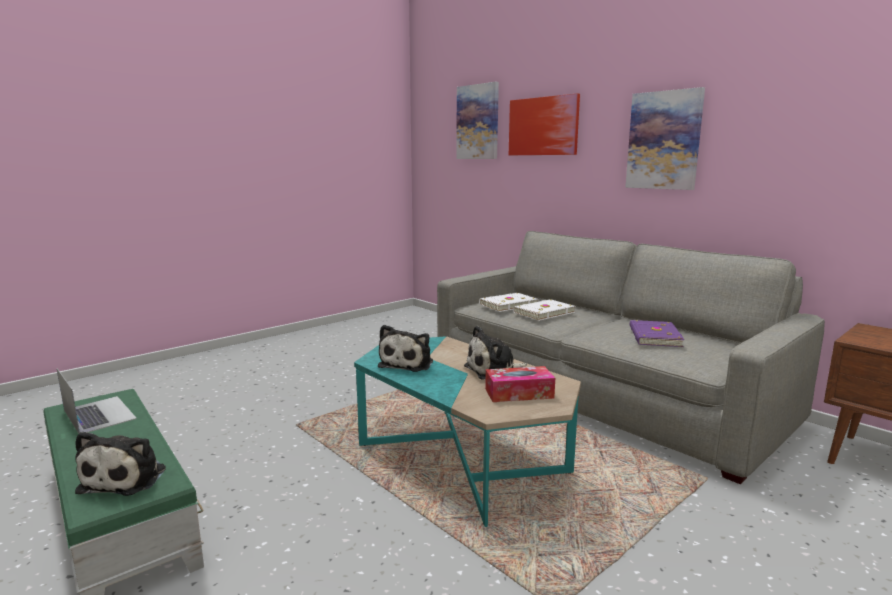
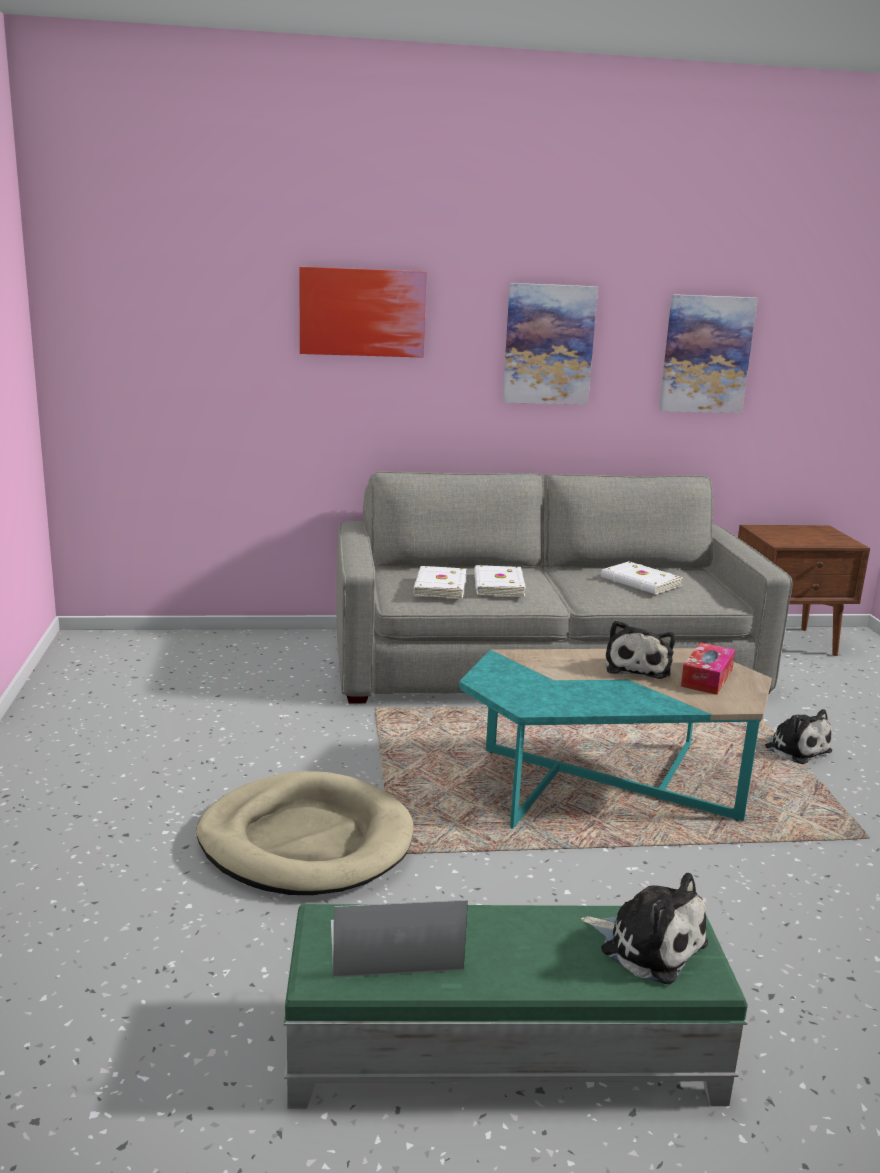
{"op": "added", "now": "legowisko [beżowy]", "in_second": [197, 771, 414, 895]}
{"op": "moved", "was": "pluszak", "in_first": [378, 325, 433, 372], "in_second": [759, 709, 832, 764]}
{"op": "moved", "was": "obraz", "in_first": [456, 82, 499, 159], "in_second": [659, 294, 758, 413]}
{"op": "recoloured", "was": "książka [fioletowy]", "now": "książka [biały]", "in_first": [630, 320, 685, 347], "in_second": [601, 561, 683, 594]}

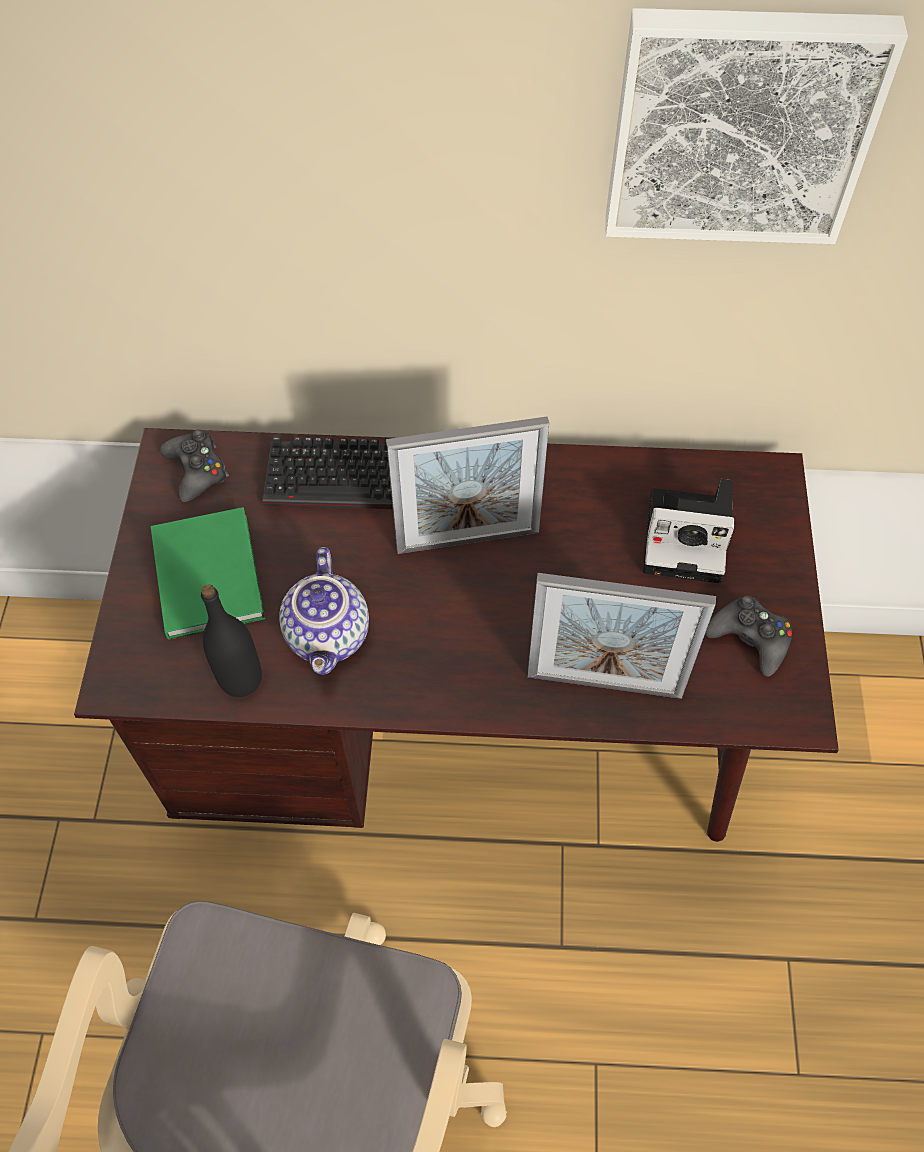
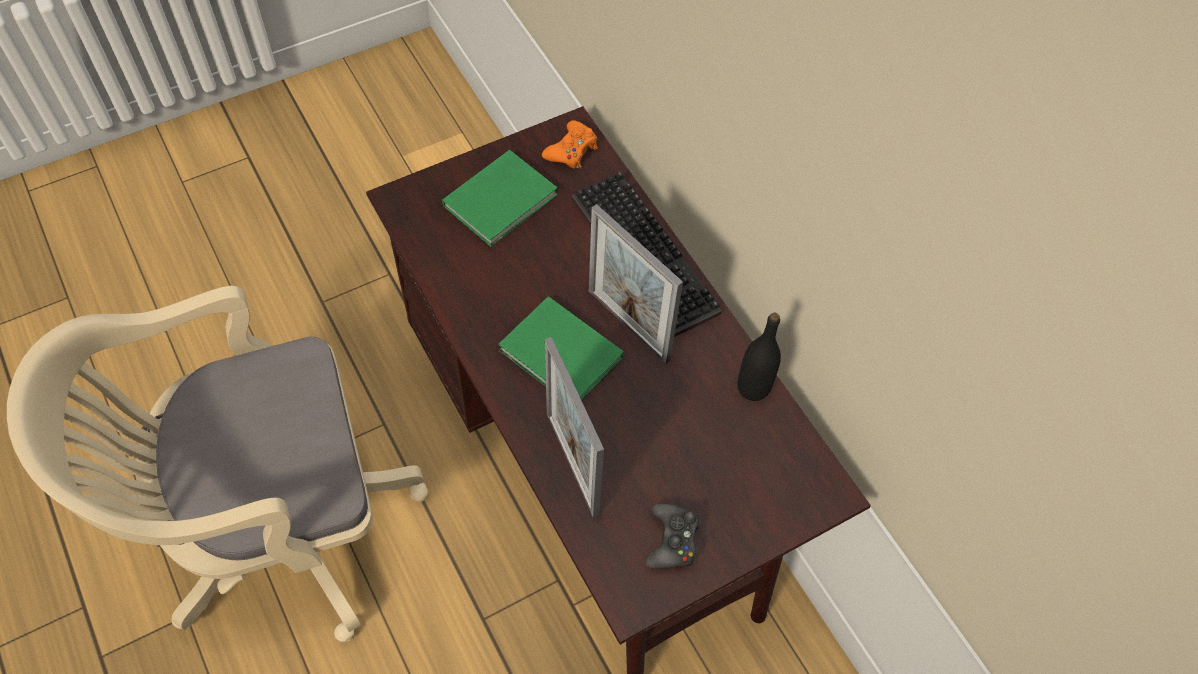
{"op": "removed", "was": "imbryk", "in_first": [279, 547, 369, 675]}
{"op": "removed", "was": "obraz", "in_first": [605, 8, 908, 244]}
{"op": "removed", "was": "aparat fotograficzny", "in_first": [643, 479, 734, 583]}
{"op": "added", "now": "książka [zielony]", "in_second": [498, 296, 624, 401]}
{"op": "moved", "was": "butelka [czarny]", "in_first": [201, 584, 262, 697], "in_second": [738, 312, 781, 401]}
{"op": "recoloured", "was": "pad do gier [czarny]", "now": "pad do gier [pomarańczowy]", "in_first": [160, 429, 229, 502], "in_second": [542, 120, 598, 169]}

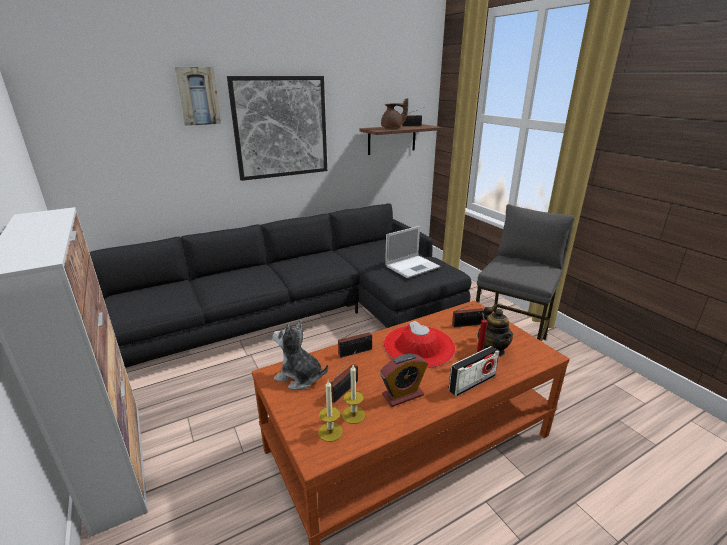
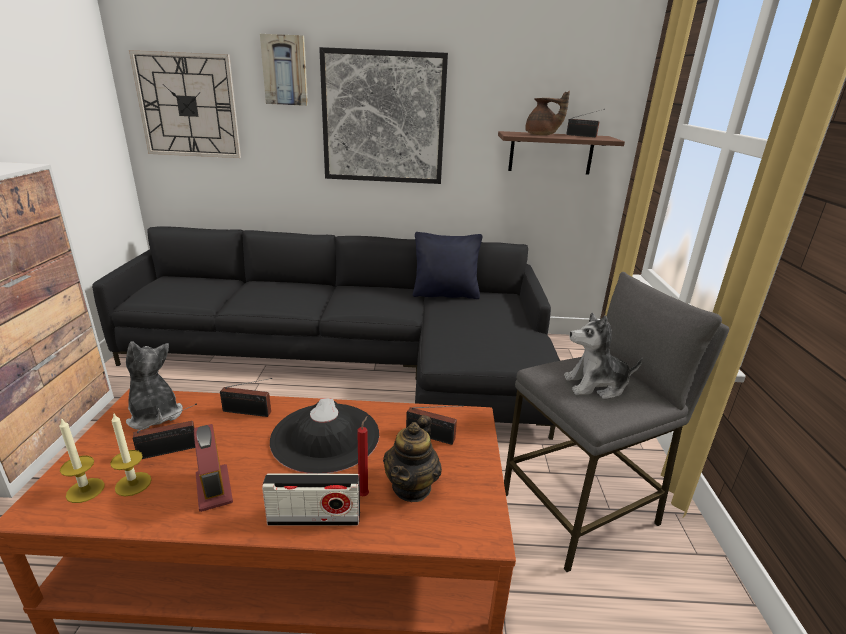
{"op": "removed", "was": "laptop", "in_first": [385, 226, 440, 278]}
{"op": "added", "now": "zegar ścienny", "in_second": [129, 50, 241, 158]}
{"op": "added", "now": "poduszka [czarny]", "in_second": [413, 232, 482, 299]}
{"op": "added", "now": "pluszak", "in_second": [564, 313, 643, 399]}
{"op": "recoloured", "was": "kapelusz [czerwony]", "now": "kapelusz [czarny]", "in_first": [383, 321, 455, 368], "in_second": [270, 398, 379, 474]}
{"op": "turned", "was": "budzik", "in_first": [380, 354, 428, 407], "in_second": [194, 424, 233, 512], "clockwise": 60}

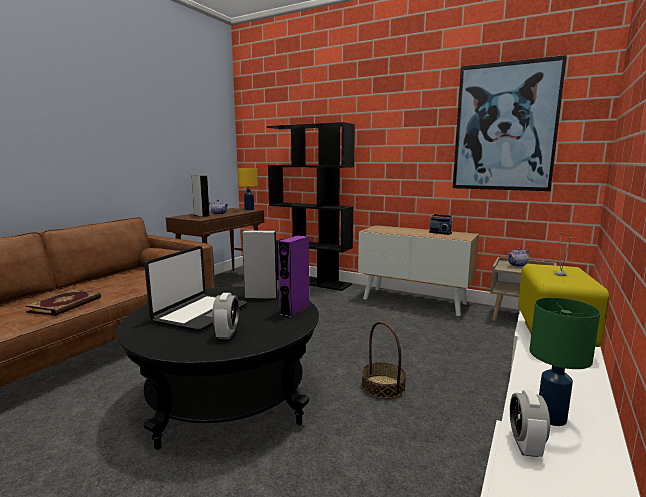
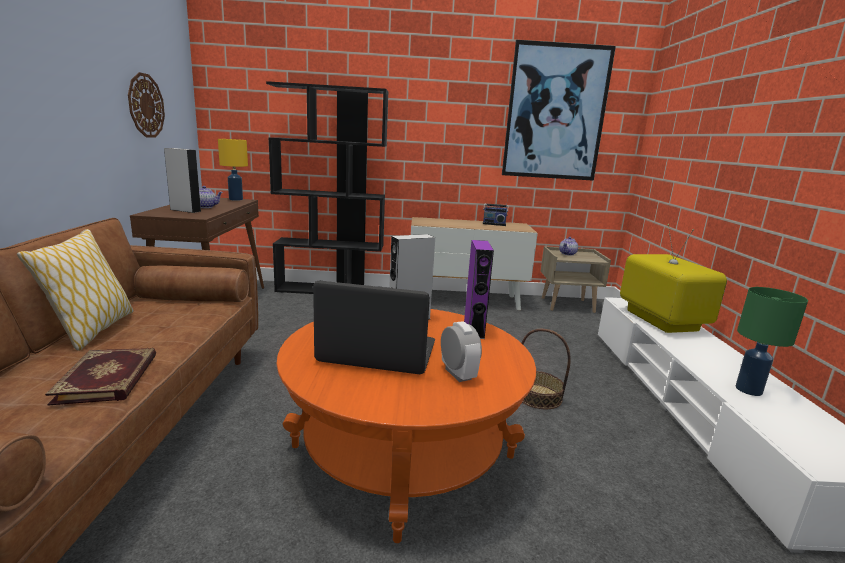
{"op": "removed", "was": "budzik", "in_first": [510, 390, 550, 457]}
{"op": "added", "now": "poduszka", "in_second": [17, 229, 134, 351]}
{"op": "added", "now": "zegar ścienny", "in_second": [128, 72, 165, 138]}
{"op": "recoloured", "was": "ława [czarny]", "now": "ława [pomarańczowy]", "in_first": [116, 286, 319, 450], "in_second": [277, 309, 536, 543]}
{"op": "turned", "was": "laptop", "in_first": [144, 246, 247, 331], "in_second": [313, 281, 435, 374], "clockwise": -75}

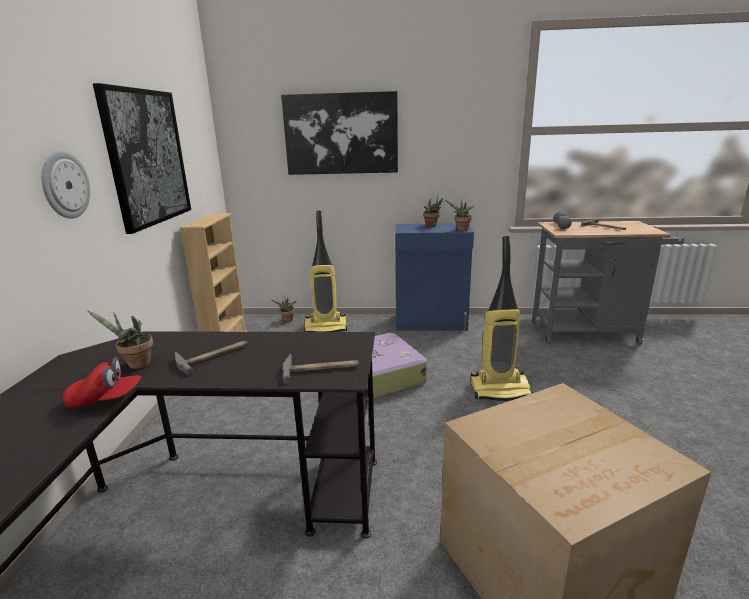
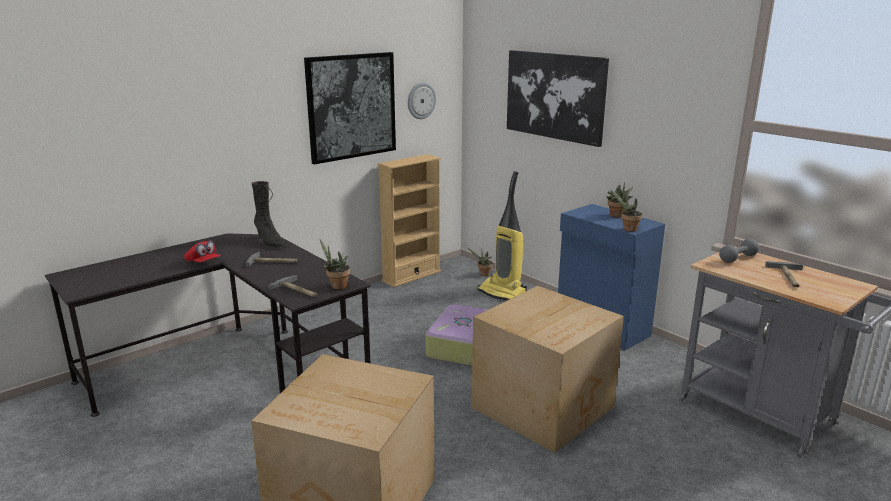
{"op": "added", "now": "but z cholewką [czarny]", "in_second": [252, 181, 284, 248]}
{"op": "moved", "was": "zegar ścienny", "in_first": [41, 151, 90, 219], "in_second": [408, 82, 436, 119]}
{"op": "moved", "was": "roślina doniczkowa", "in_first": [88, 311, 153, 369], "in_second": [320, 239, 350, 289]}
{"op": "replaced", "was": "odkurzacz", "now": "karton", "in_first": [470, 236, 533, 401], "in_second": [472, 286, 624, 453]}

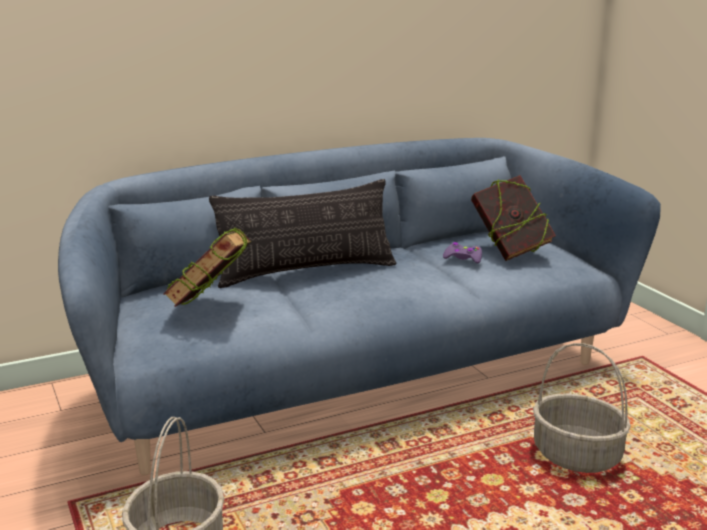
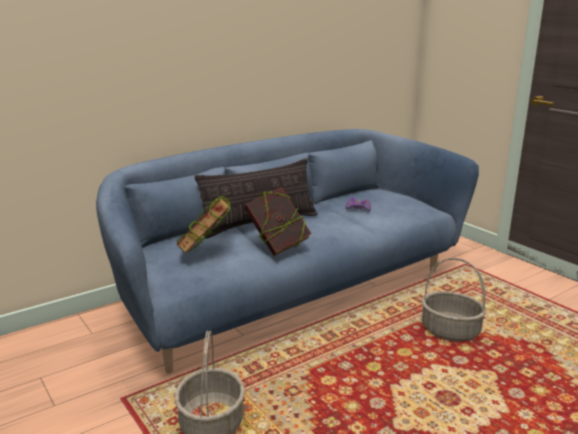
{"op": "moved", "was": "książka", "in_first": [471, 175, 556, 261], "in_second": [244, 187, 312, 256]}

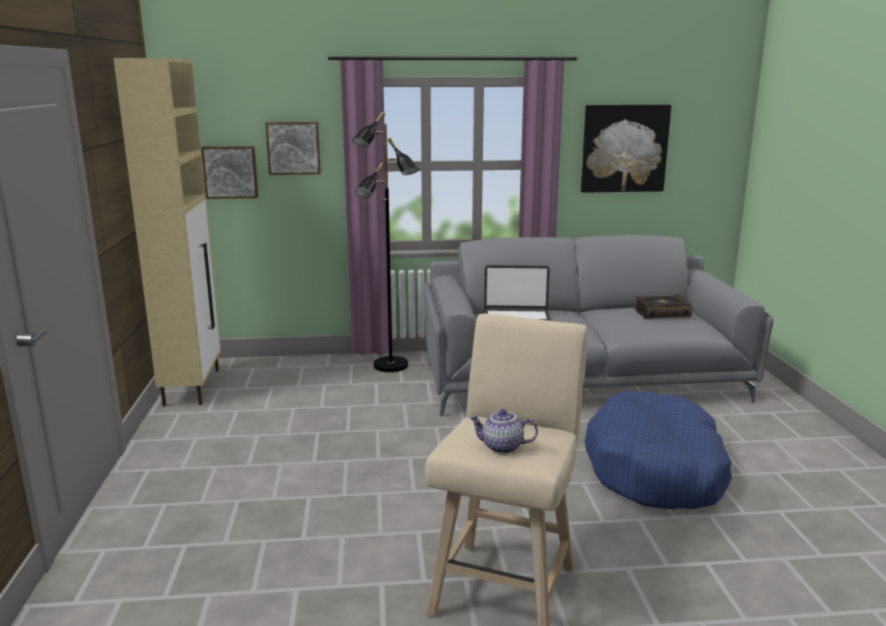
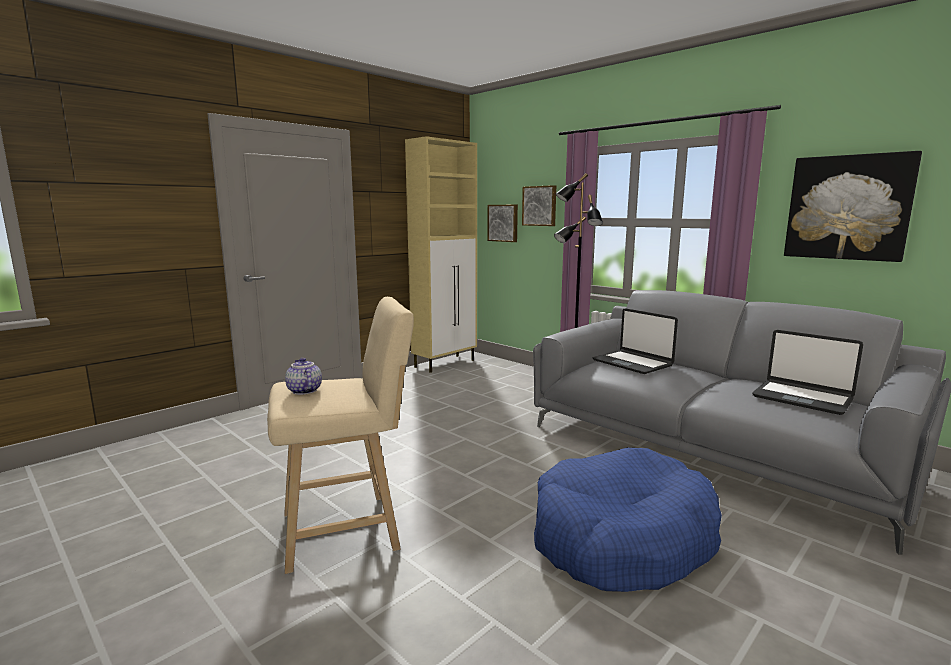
{"op": "replaced", "was": "książka", "now": "laptop", "in_first": [634, 295, 693, 319], "in_second": [752, 330, 863, 415]}

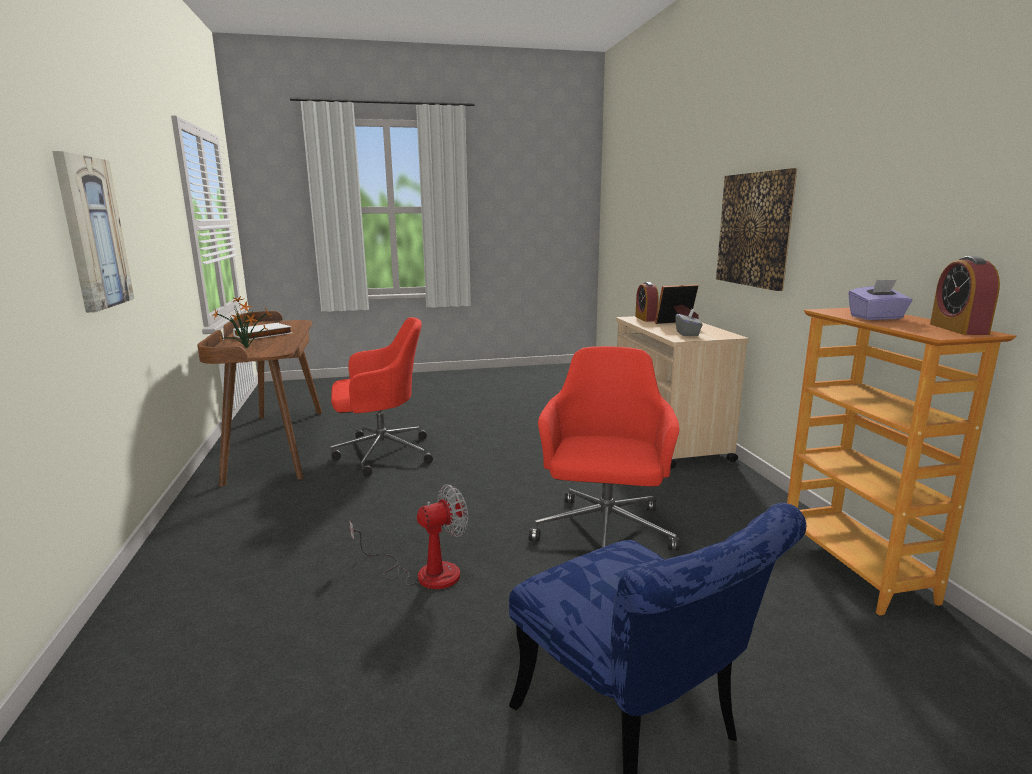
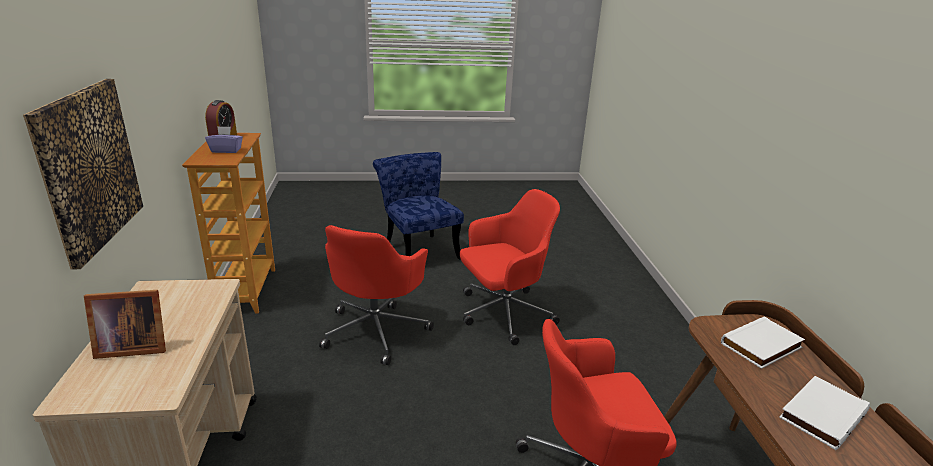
{"op": "removed", "was": "obraz", "in_first": [52, 151, 134, 313]}
{"op": "removed", "was": "budzik", "in_first": [635, 282, 658, 322]}
{"op": "removed", "was": "pudełko chusteczek [szary]", "in_first": [675, 309, 703, 336]}
{"op": "replaced", "was": "roślina doniczkowa", "now": "książka [biały]", "in_first": [213, 296, 272, 348], "in_second": [721, 316, 805, 369]}
{"op": "replaced", "was": "wentylator", "now": "krzesło biurowe [czerwony]", "in_first": [349, 484, 468, 589], "in_second": [460, 189, 560, 345]}

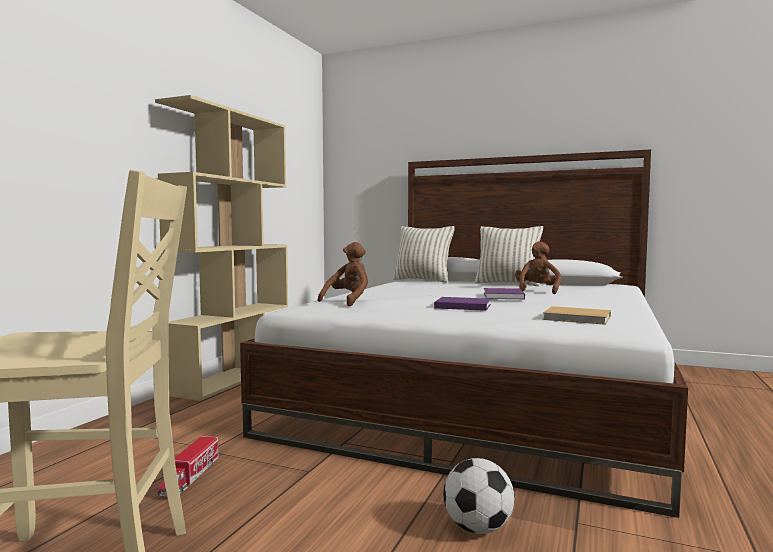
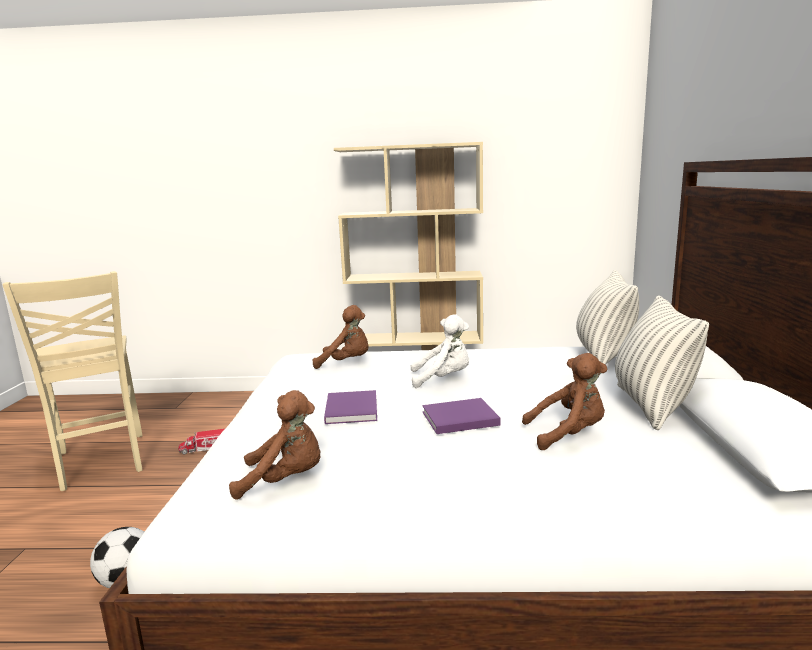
{"op": "added", "now": "pluszak [biały]", "in_second": [410, 314, 469, 388]}
{"op": "replaced", "was": "książka [beżowy]", "now": "pluszak [brązowy]", "in_first": [543, 306, 611, 325], "in_second": [229, 390, 321, 500]}

